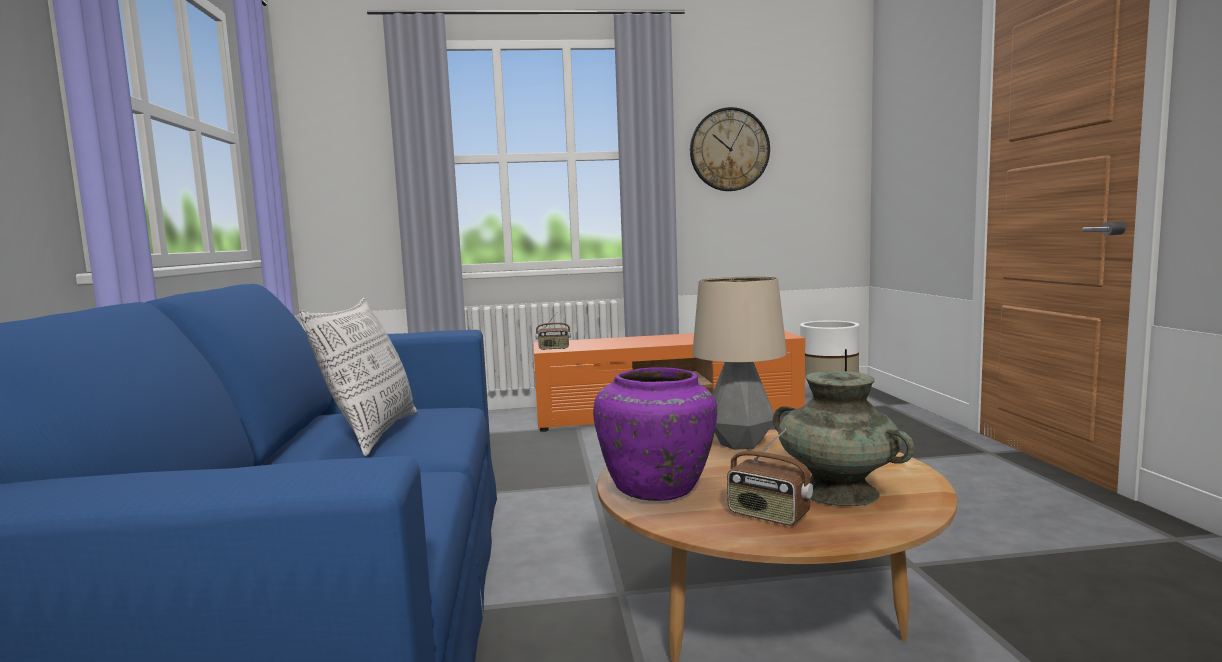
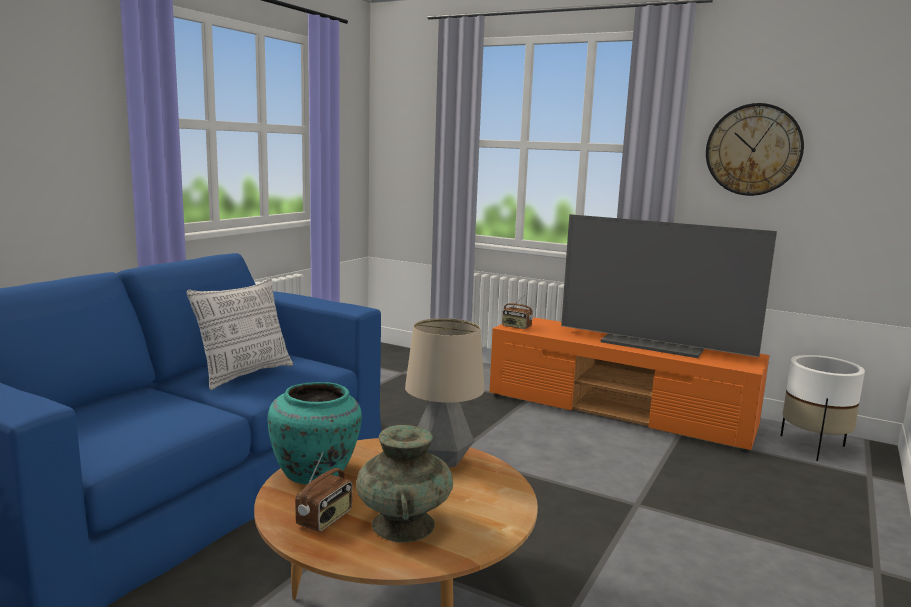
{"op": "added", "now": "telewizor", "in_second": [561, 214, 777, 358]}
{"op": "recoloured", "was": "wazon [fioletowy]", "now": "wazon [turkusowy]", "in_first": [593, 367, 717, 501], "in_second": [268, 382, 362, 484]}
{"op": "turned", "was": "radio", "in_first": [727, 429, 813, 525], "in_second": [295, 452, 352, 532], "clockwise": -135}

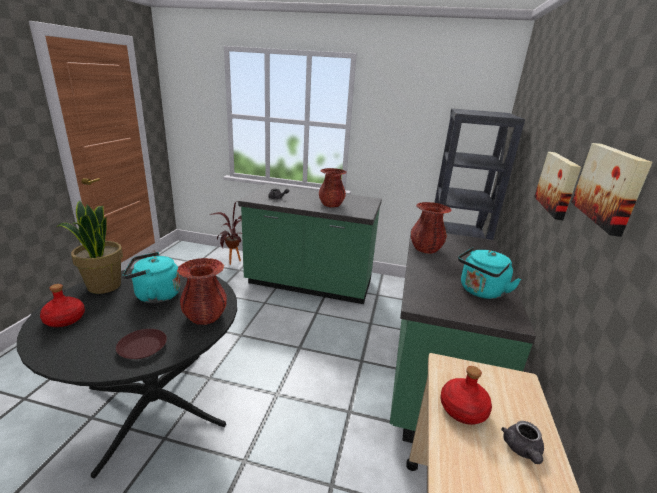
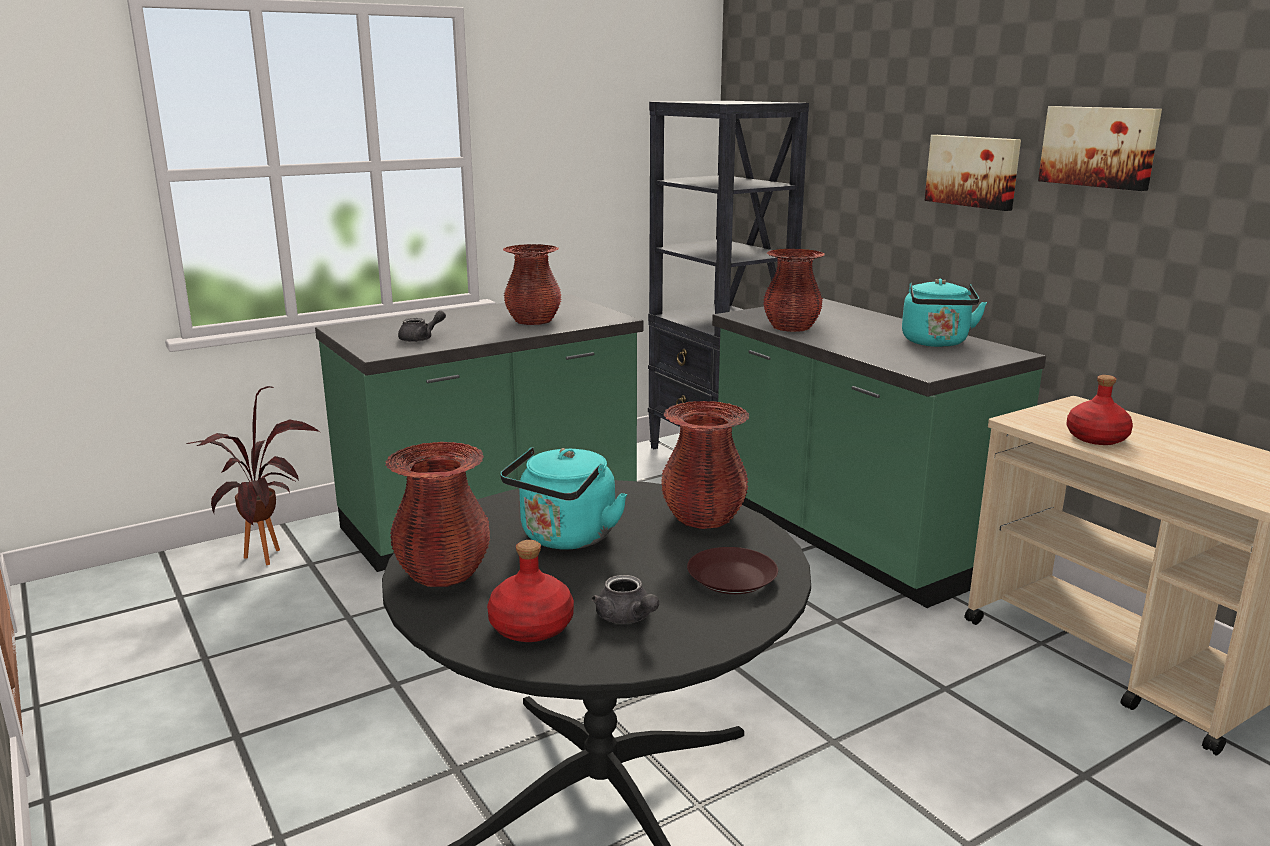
{"op": "moved", "was": "imbryk [szary]", "in_first": [501, 421, 544, 464], "in_second": [591, 575, 659, 624]}
{"op": "replaced", "was": "roślina doniczkowa", "now": "wazon [czerwony]", "in_first": [57, 201, 123, 294], "in_second": [385, 442, 490, 587]}

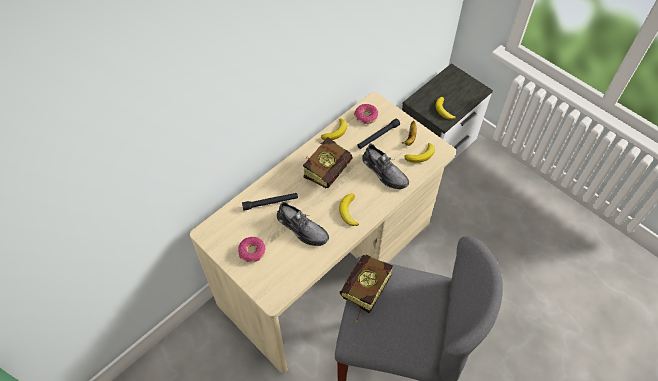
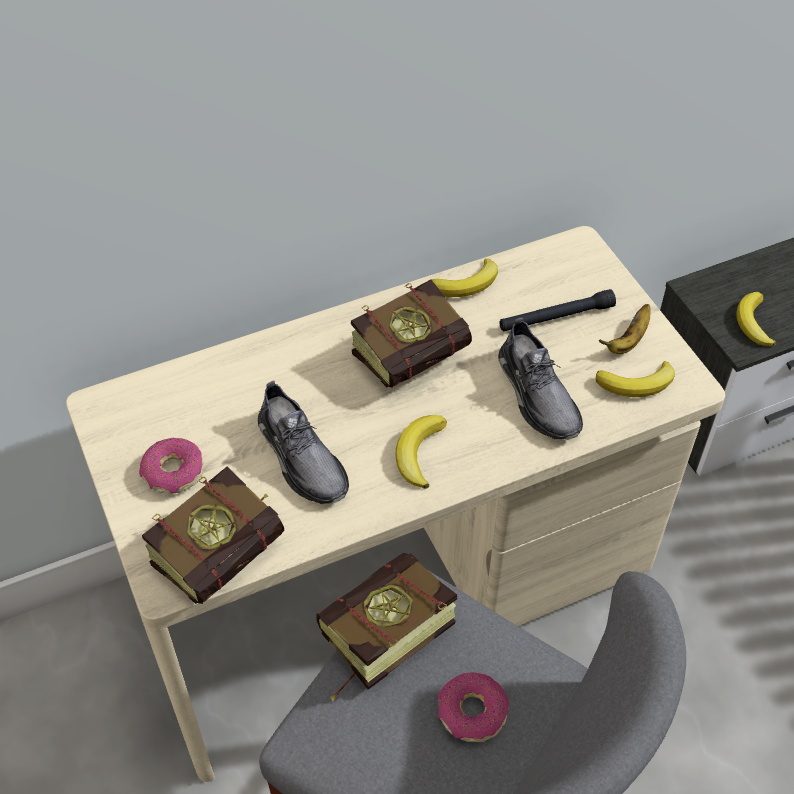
{"op": "removed", "was": "latarka [czarny]", "in_first": [242, 193, 298, 211]}
{"op": "added", "now": "książka", "in_second": [142, 466, 284, 604]}
{"op": "moved", "was": "donut", "in_first": [354, 104, 378, 124], "in_second": [438, 672, 509, 742]}

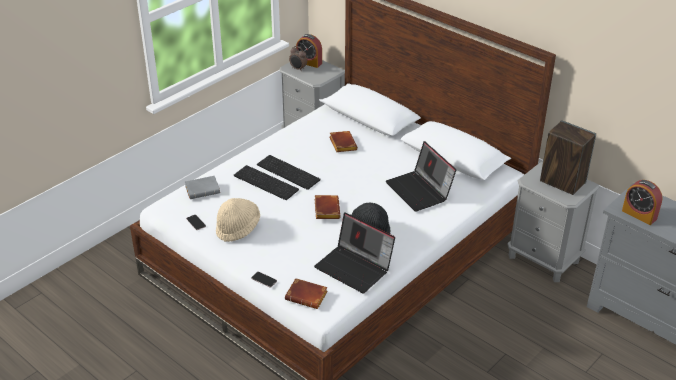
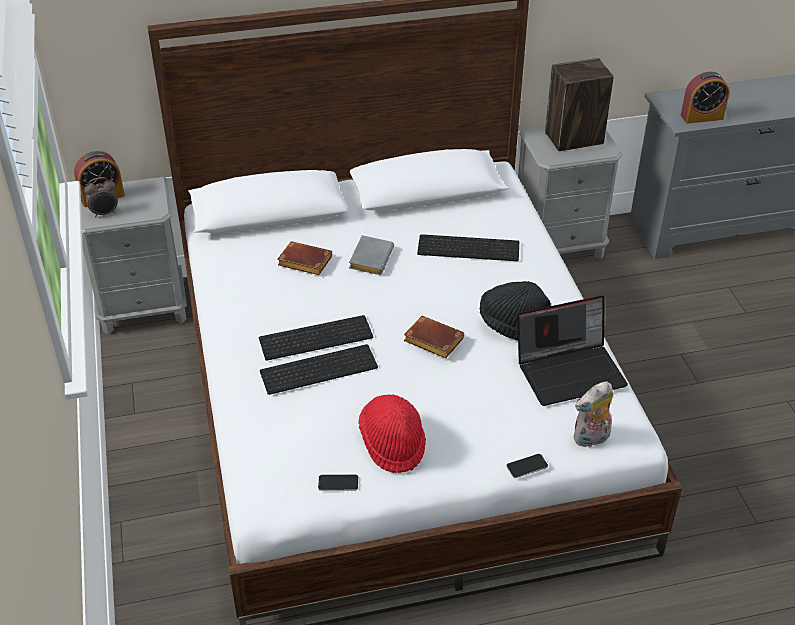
{"op": "moved", "was": "książka [szary]", "in_first": [185, 176, 220, 199], "in_second": [349, 235, 394, 275]}
{"op": "replaced", "was": "książka [brązowy]", "now": "pluszak", "in_first": [285, 278, 328, 309], "in_second": [574, 381, 613, 447]}
{"op": "replaced", "was": "laptop", "now": "klawiatura", "in_first": [385, 141, 456, 212], "in_second": [417, 234, 519, 261]}
{"op": "recoloured", "was": "kapelusz [beżowy]", "now": "kapelusz [czerwony]", "in_first": [216, 198, 260, 242], "in_second": [358, 394, 426, 473]}

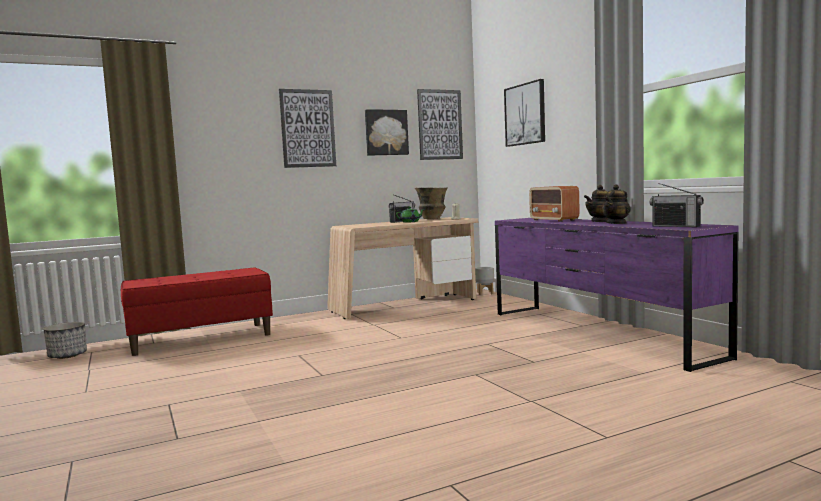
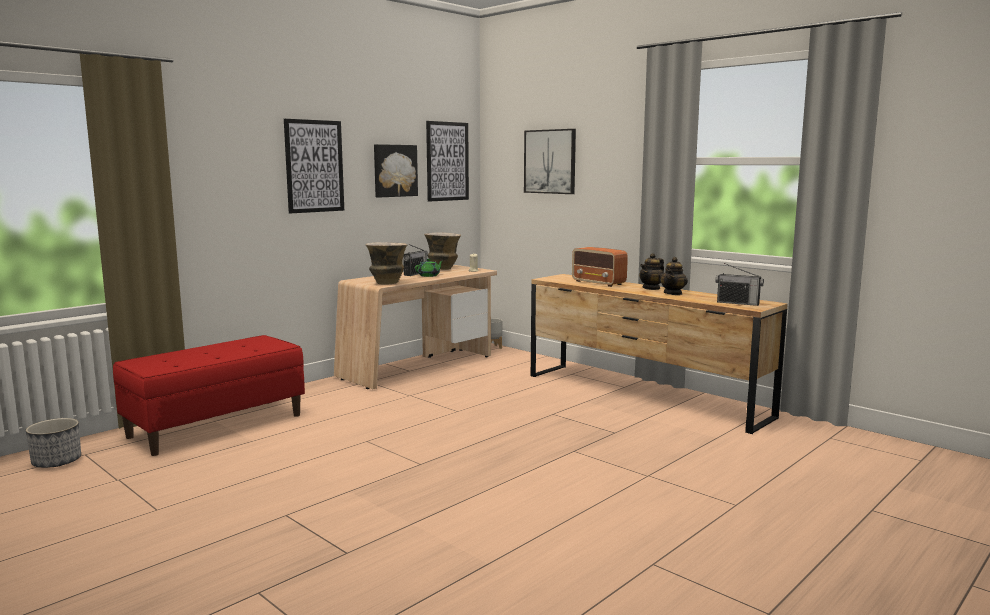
{"op": "added", "now": "wazon", "in_second": [365, 242, 407, 284]}
{"op": "recoloured", "was": "komoda [fioletowy]", "now": "komoda [brązowy]", "in_first": [495, 218, 738, 372], "in_second": [531, 274, 788, 434]}

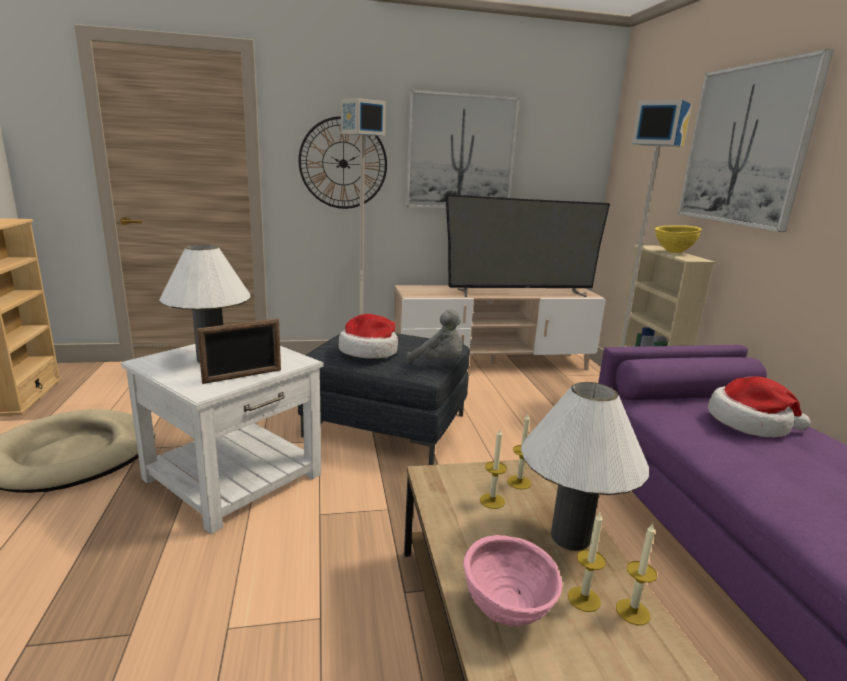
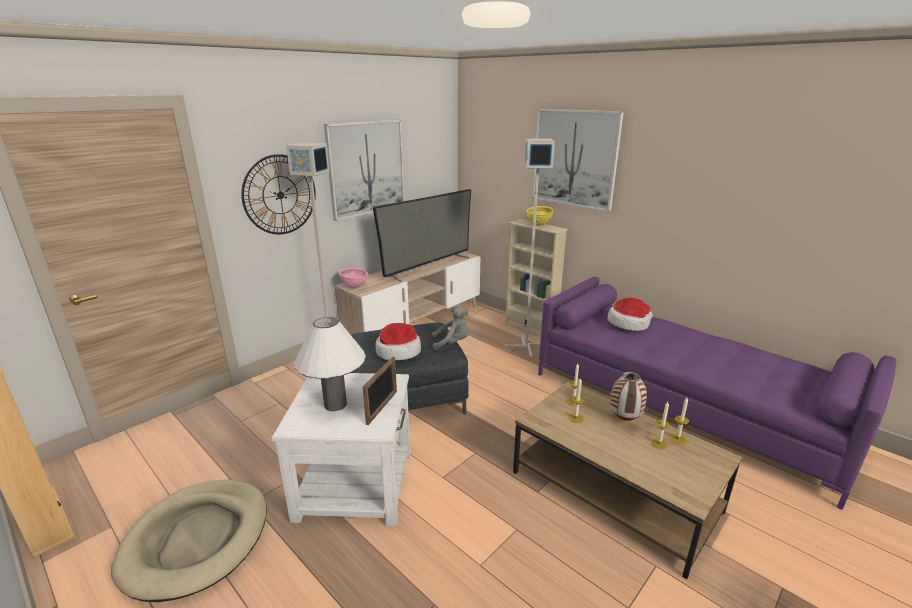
{"op": "moved", "was": "miska [różowy]", "in_first": [463, 535, 563, 627], "in_second": [339, 268, 368, 289]}
{"op": "replaced", "was": "lampa stołowa [biały]", "now": "wazon", "in_first": [521, 382, 649, 551], "in_second": [610, 371, 647, 421]}

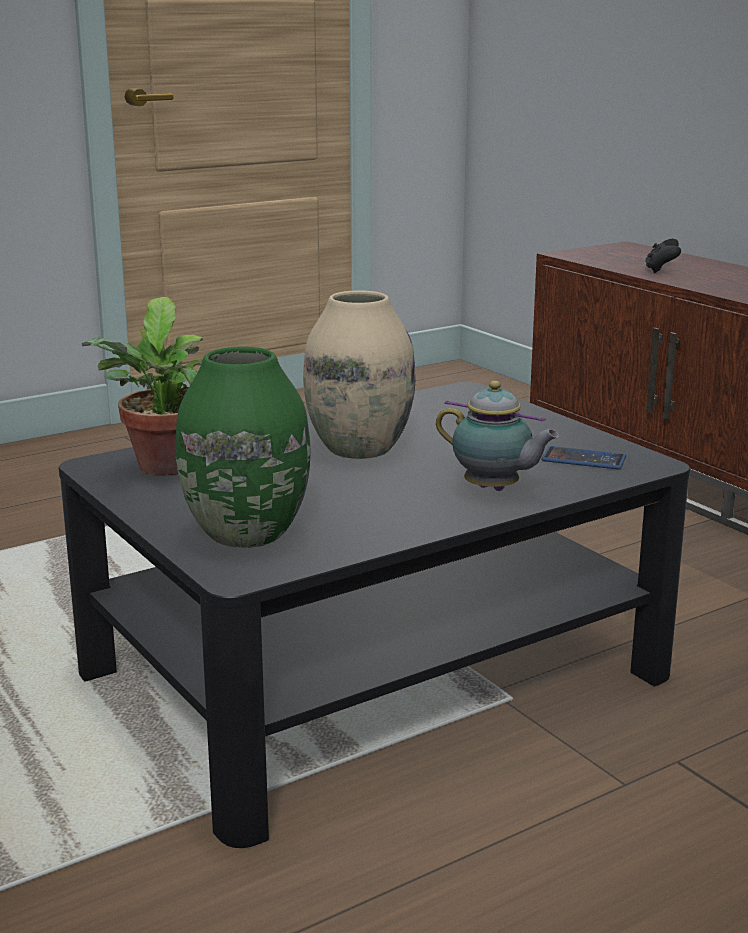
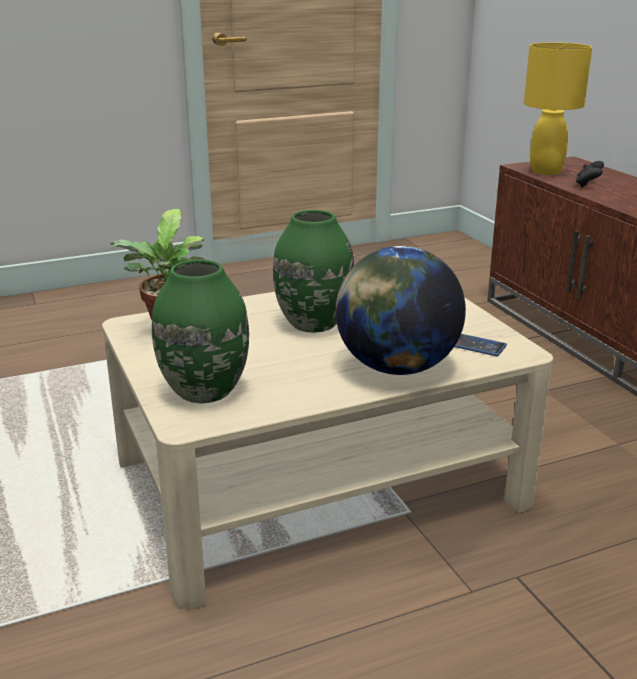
{"op": "added", "now": "lampa stołowa [żółty]", "in_second": [524, 42, 592, 175]}
{"op": "replaced", "was": "imbryk", "now": "globus", "in_first": [436, 381, 560, 491], "in_second": [336, 246, 466, 375]}
{"op": "recoloured", "was": "ława [czarny]", "now": "ława [beżowy]", "in_first": [59, 382, 690, 848], "in_second": [102, 292, 553, 609]}
{"op": "recoloured", "was": "wazon [beżowy]", "now": "wazon [zielony]", "in_first": [303, 290, 415, 459], "in_second": [273, 210, 354, 333]}

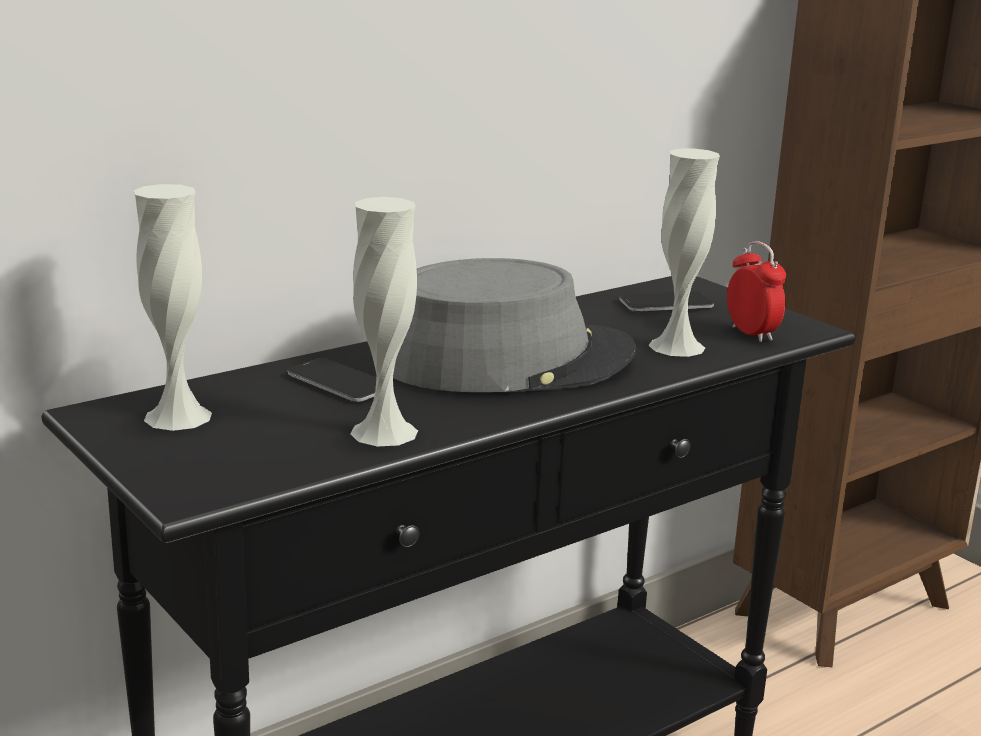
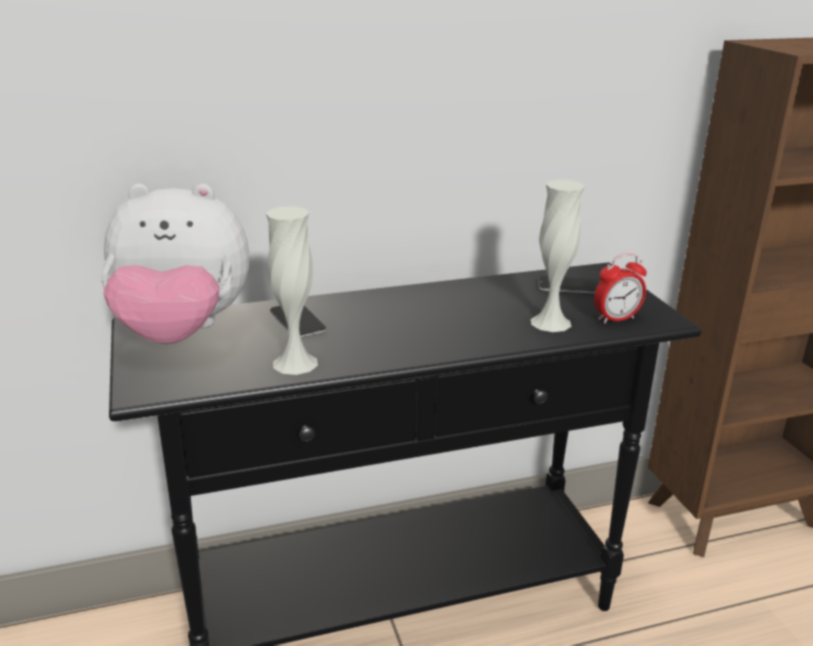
{"op": "removed", "was": "kapelusz [szary]", "in_first": [393, 258, 636, 392]}
{"op": "replaced", "was": "wazon [biały]", "now": "pluszak", "in_first": [134, 184, 212, 431], "in_second": [101, 184, 249, 344]}
{"op": "turned", "was": "budzik", "in_first": [727, 241, 786, 342], "in_second": [594, 253, 647, 324], "clockwise": 75}

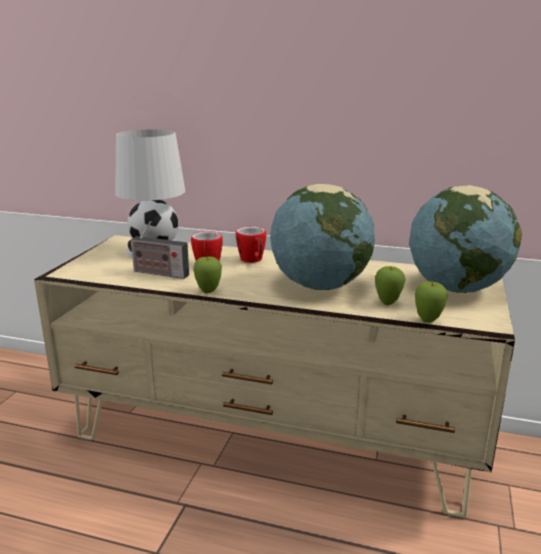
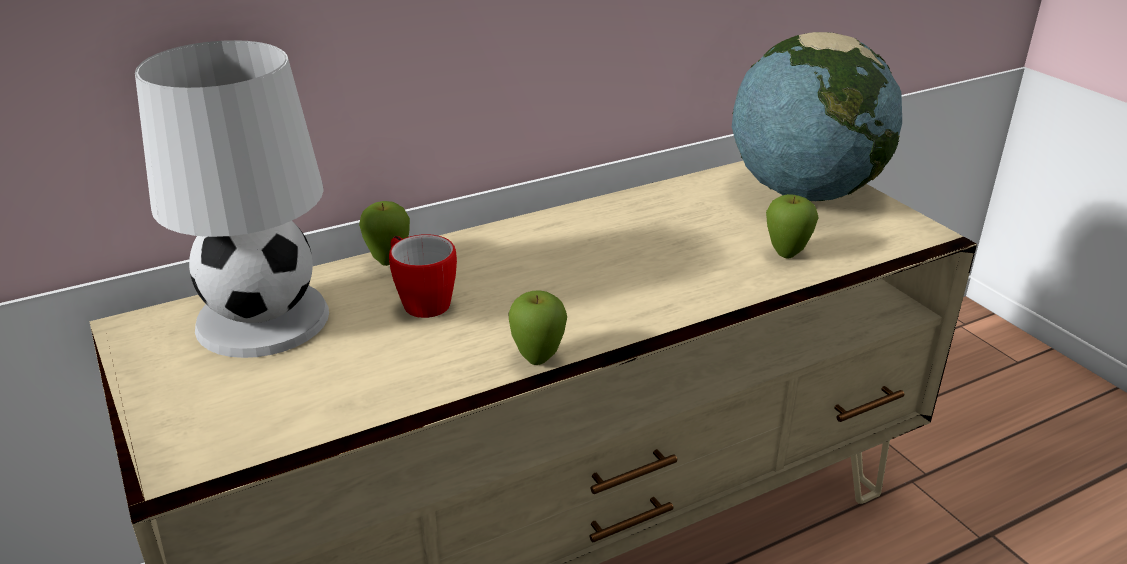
{"op": "removed", "was": "radio", "in_first": [128, 221, 189, 279]}
{"op": "removed", "was": "kubek", "in_first": [236, 227, 266, 263]}
{"op": "removed", "was": "globus", "in_first": [270, 184, 375, 290]}
{"op": "moved", "was": "jabłko", "in_first": [415, 282, 448, 323], "in_second": [359, 201, 410, 266]}

